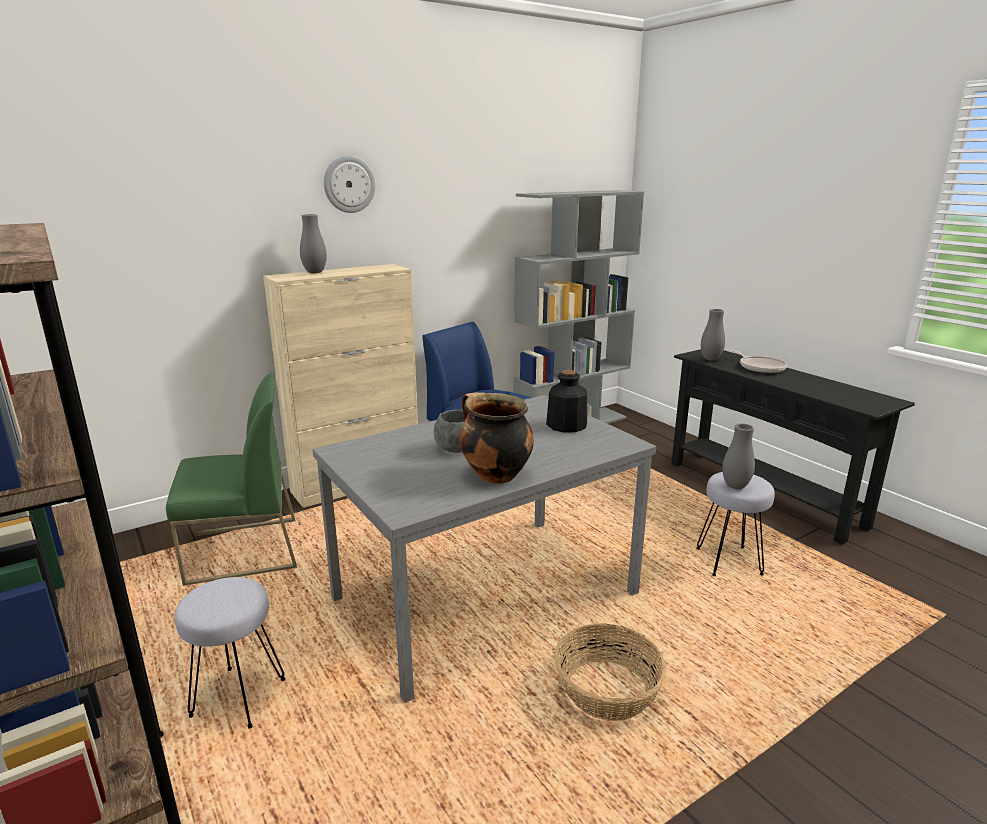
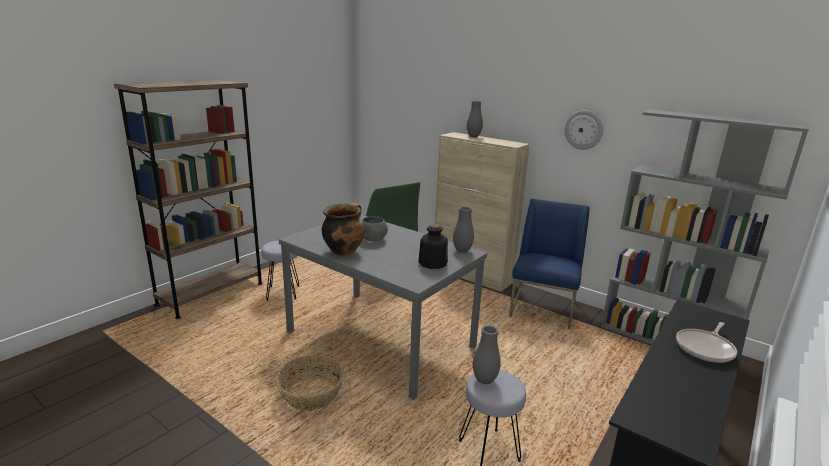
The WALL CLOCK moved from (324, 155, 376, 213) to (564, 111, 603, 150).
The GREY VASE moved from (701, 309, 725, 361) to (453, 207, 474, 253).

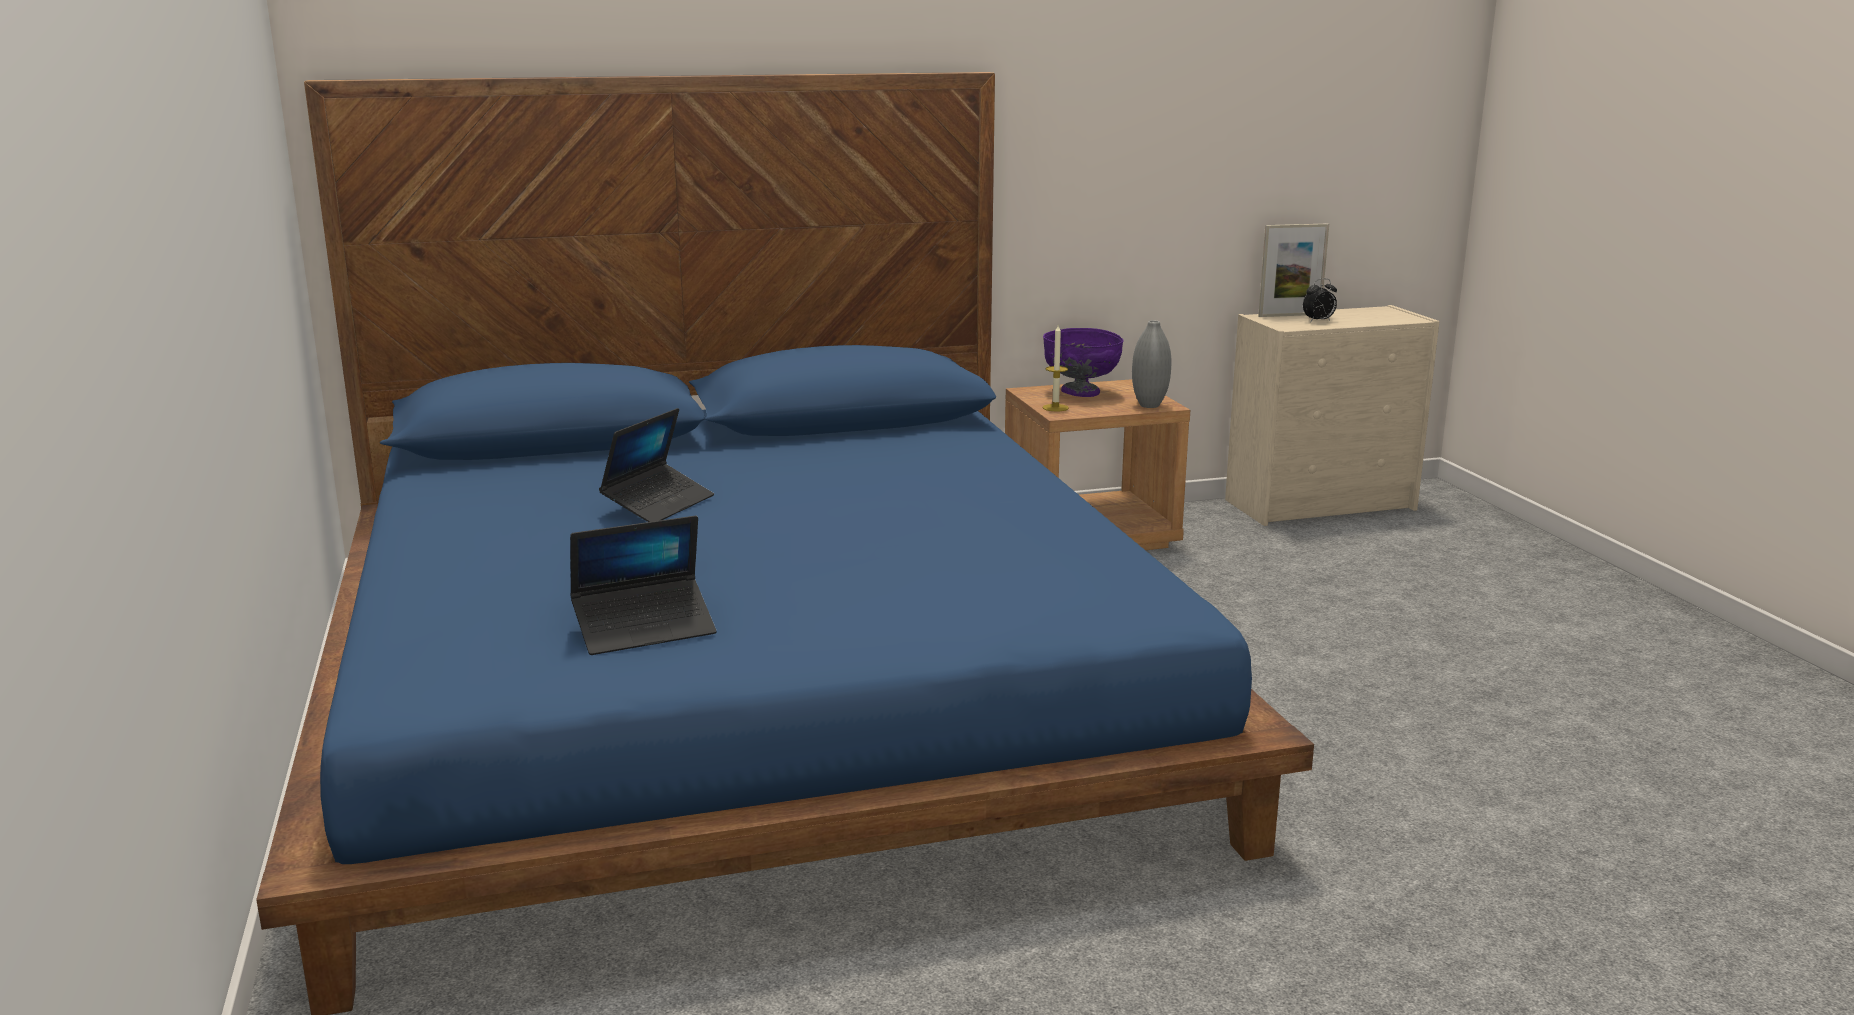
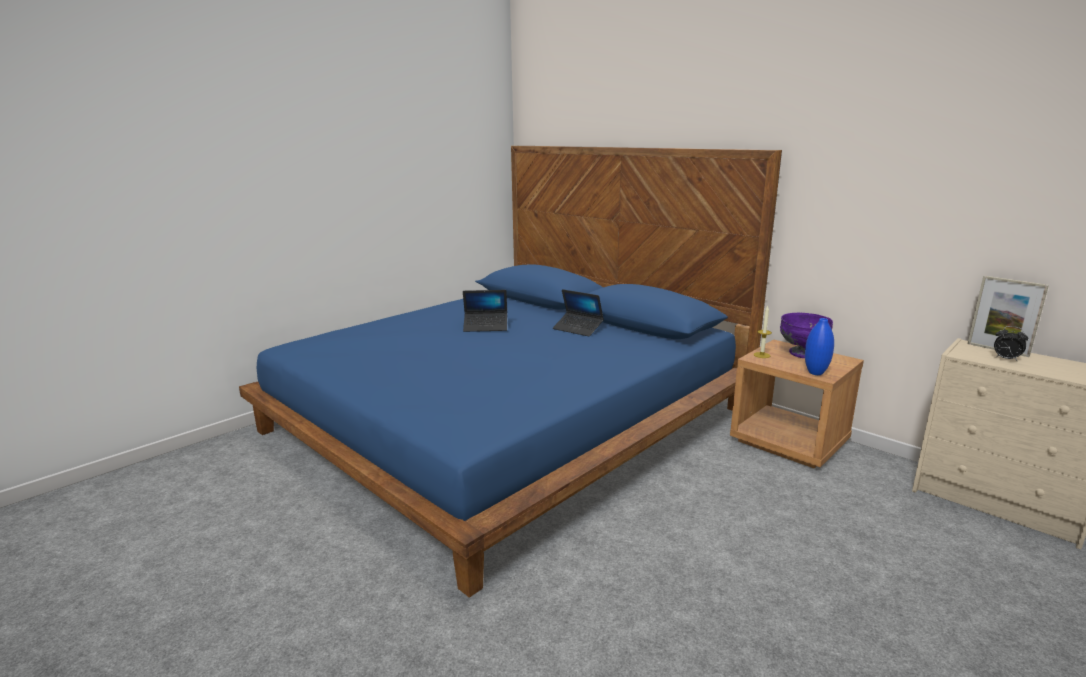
The LAPTOP moved from (570, 516, 716, 655) to (553, 289, 604, 336).
The GREY VASE at (1132, 320, 1171, 408) became the BLUE VASE at (805, 318, 834, 375).

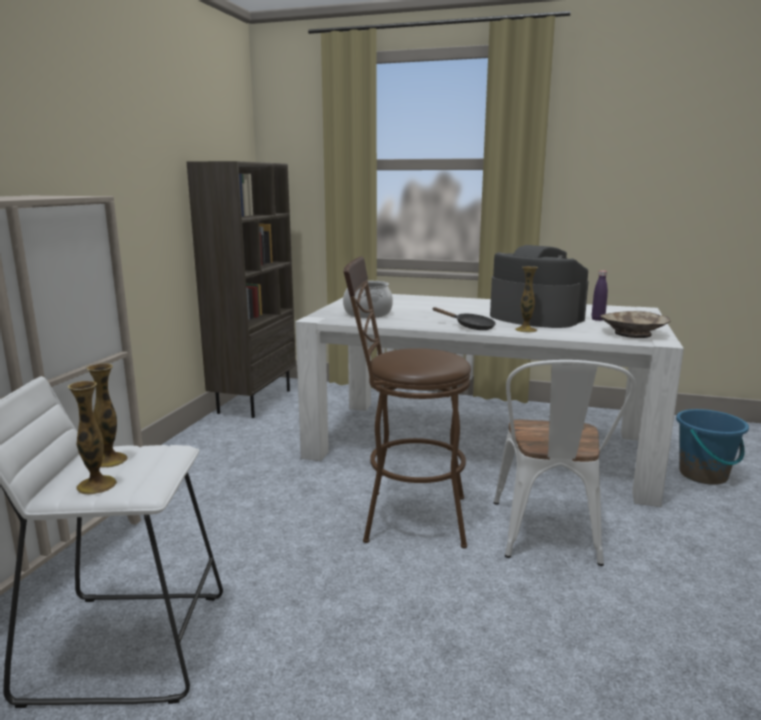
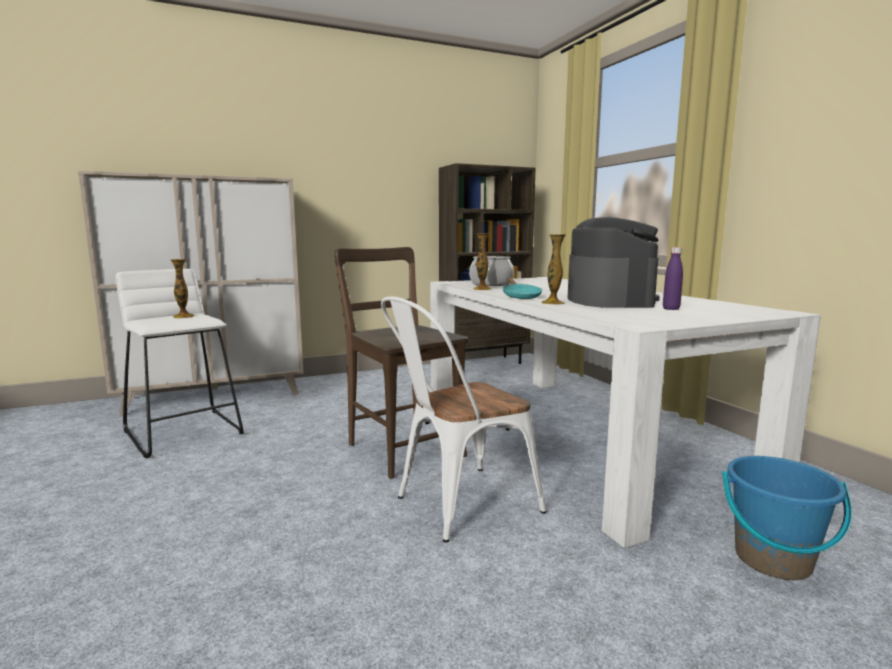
The VASE moved from (67, 381, 117, 495) to (473, 233, 492, 290).
The BROWN STOOL at (343, 256, 471, 548) was replaced by the BROWN CHAIR at (334, 247, 468, 479).
The BLACK FRYING PAN at (433, 307, 496, 330) became the TURQUOISE FRYING PAN at (503, 277, 542, 299).
The BEIGE BOWL at (601, 311, 670, 338) disappeared.

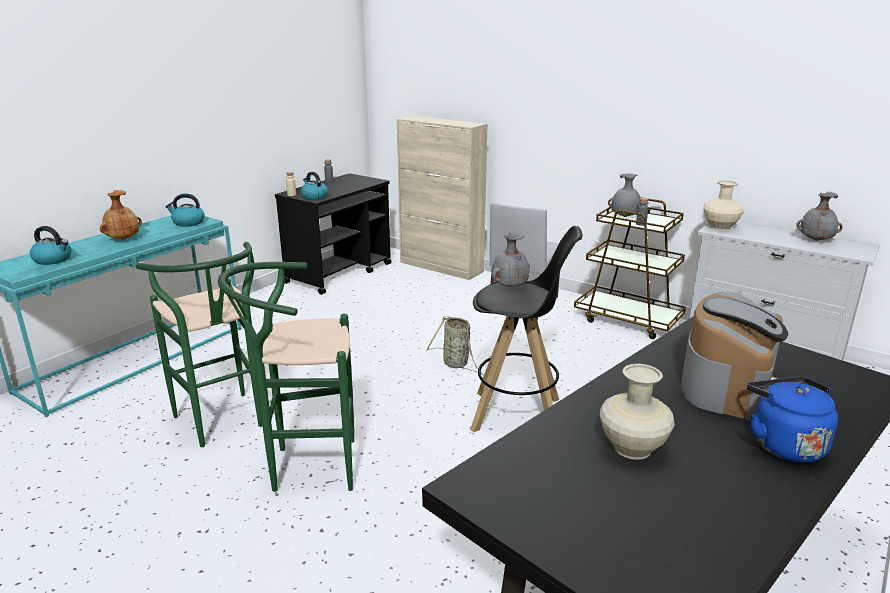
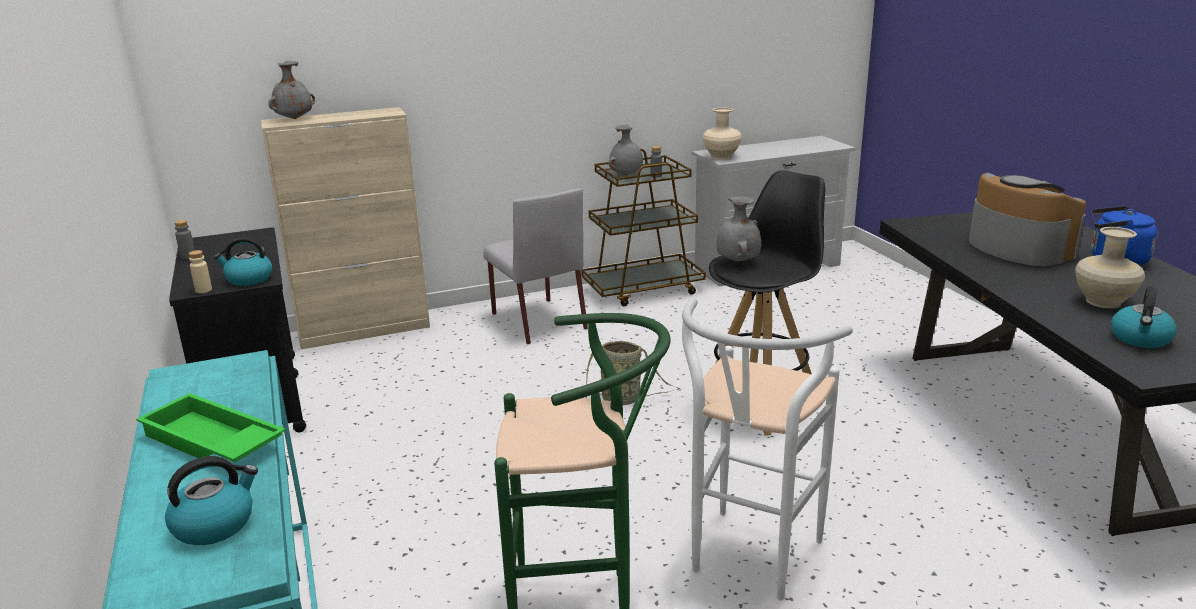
The BROWN VASE at (100, 190, 142, 239) was replaced by the GREEN TRAY at (136, 393, 286, 462).
The KETTLE moved from (165, 194, 205, 227) to (1111, 287, 1177, 348).
The GREEN STOOL at (218, 262, 354, 492) became the WHITE STOOL at (682, 298, 853, 600).
The GREY VASE moved from (796, 192, 842, 241) to (268, 61, 315, 119).

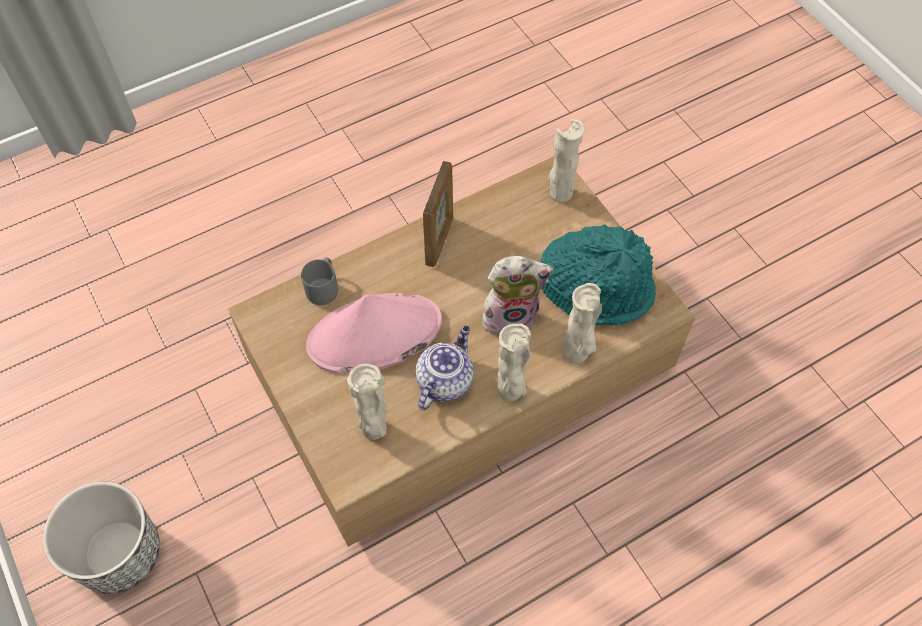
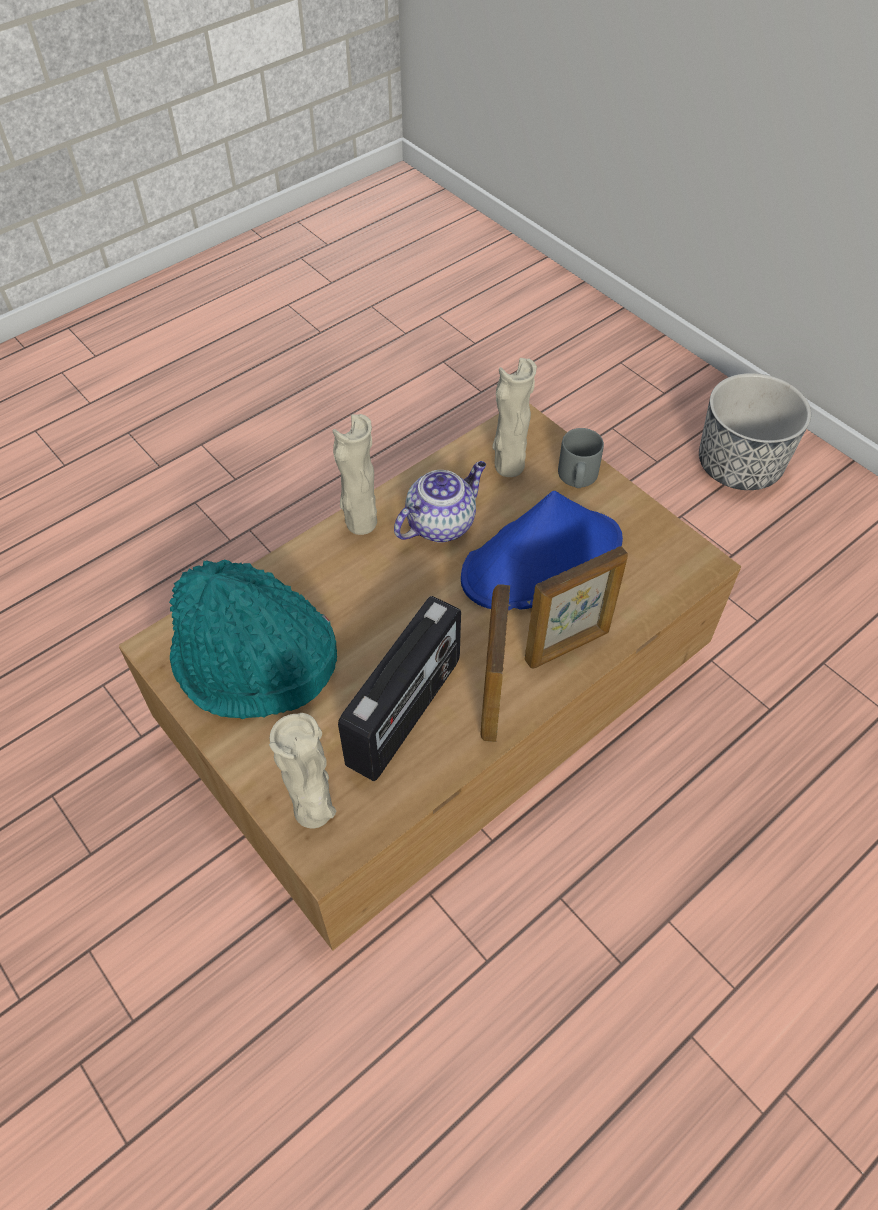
The GREY MUG moved from (301, 257, 338, 305) to (558, 428, 604, 488).
The PINK HAT at (306, 293, 442, 374) became the BLUE HAT at (461, 491, 623, 610).
The TEAPOT at (415, 326, 474, 410) turned 150 degrees counterclockwise.
The PLUSH TOY at (482, 256, 553, 335) disappeared.
The BEIGE VASE at (563, 283, 602, 363) disappeared.
The RADIO at (338, 596, 461, 781) appeared.
The PICTURE FRAME at (524, 546, 628, 669) appeared.

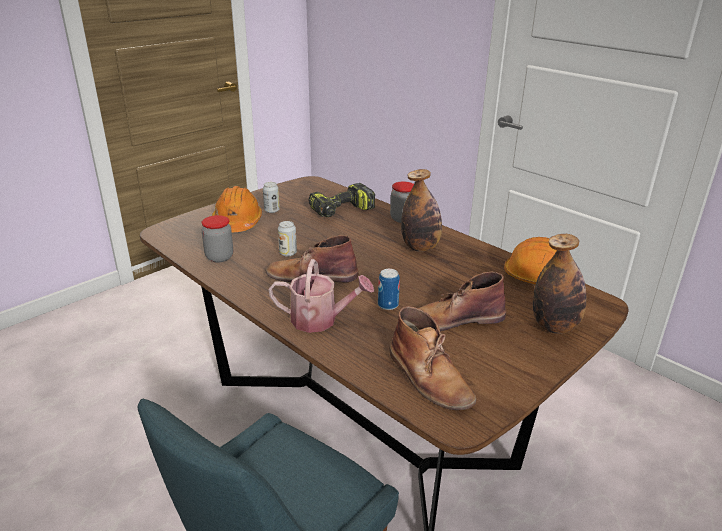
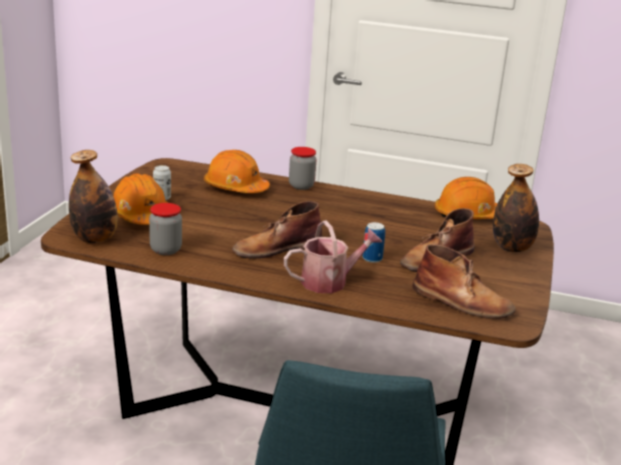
The CAN at (278, 221, 297, 257) disappeared.
The POWER DRILL at (308, 183, 375, 217) was replaced by the ORANGE HARD HAT at (204, 150, 270, 193).
The BOTTLE moved from (401, 169, 442, 252) to (69, 150, 118, 243).

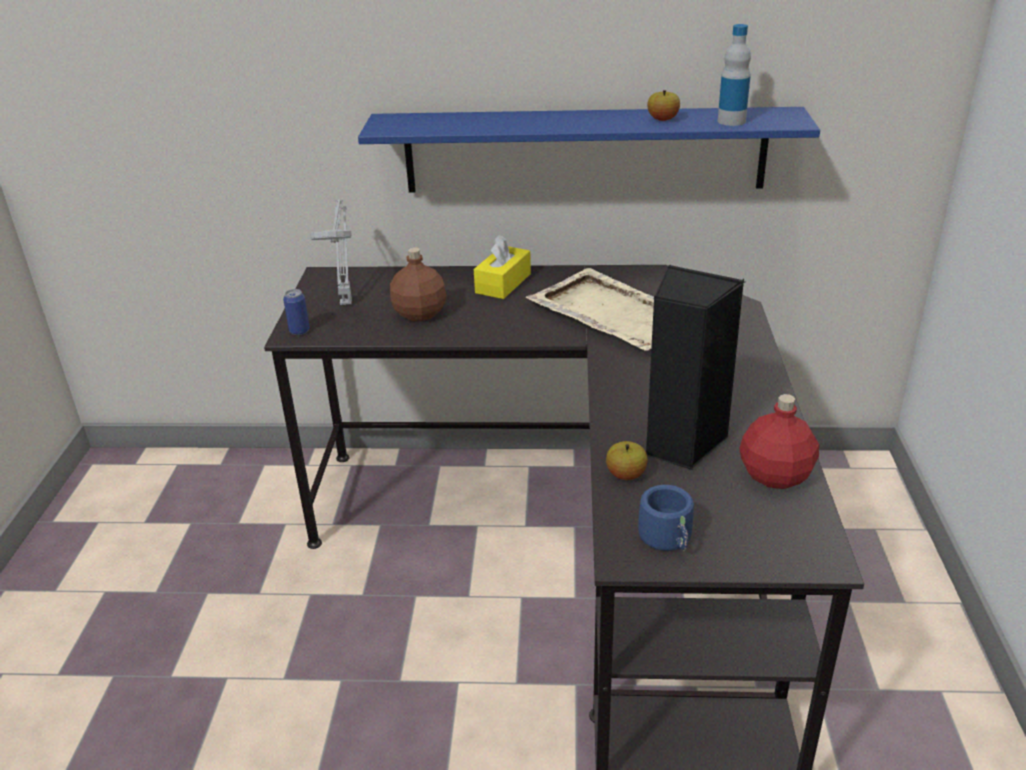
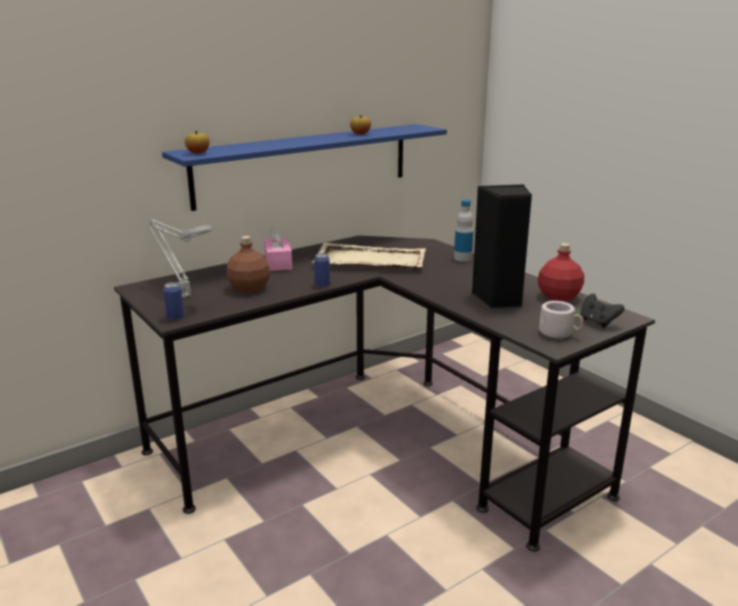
The YELLOW TISSUE BOX at (474, 234, 531, 299) became the PINK TISSUE BOX at (264, 226, 292, 271).
The APPLE moved from (606, 441, 648, 480) to (185, 131, 209, 154).
The BLUE MUG at (638, 485, 694, 551) became the GREY MUG at (539, 301, 583, 338).
The BOTTLE moved from (718, 24, 751, 126) to (454, 199, 474, 262).
The CAN at (314, 253, 330, 287) appeared.
The BLACK GAME CONTROLLER at (580, 294, 625, 328) appeared.

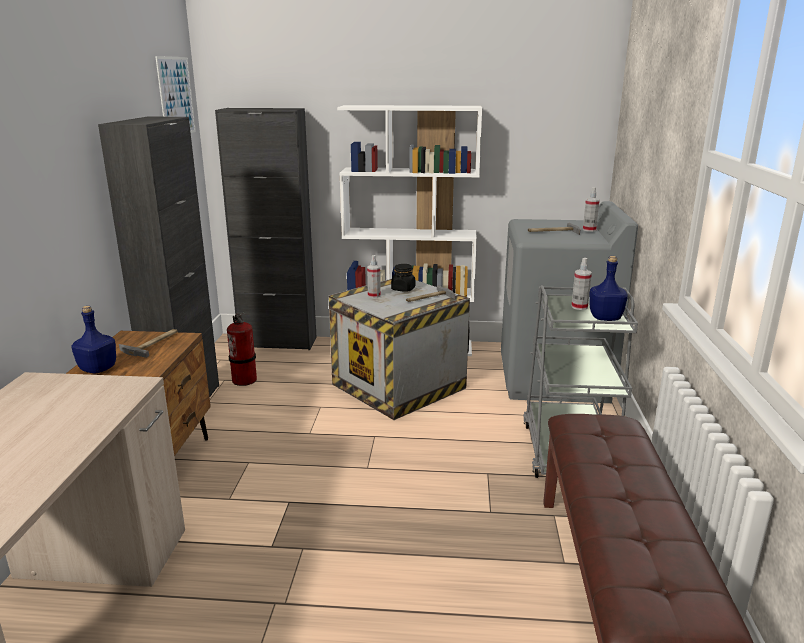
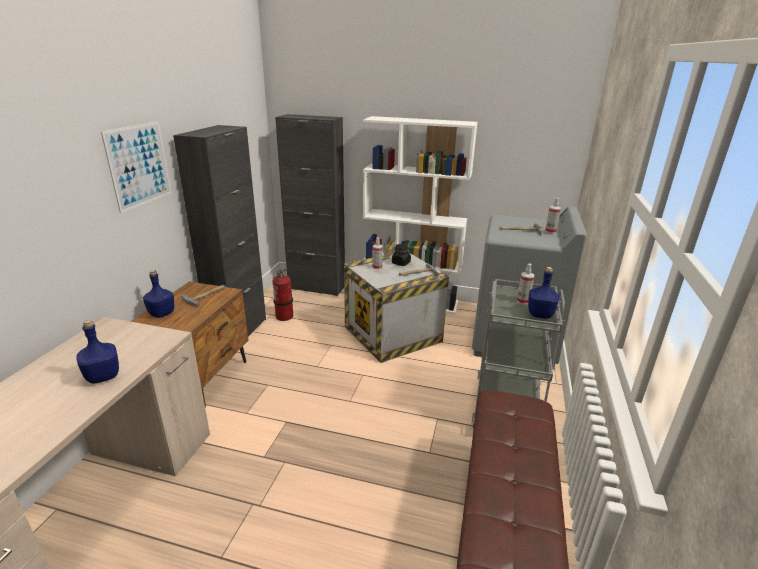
The PICTURE moved from (155, 56, 196, 133) to (101, 121, 171, 213).
The BLUE BOTTLE at (76, 320, 119, 384) appeared.

